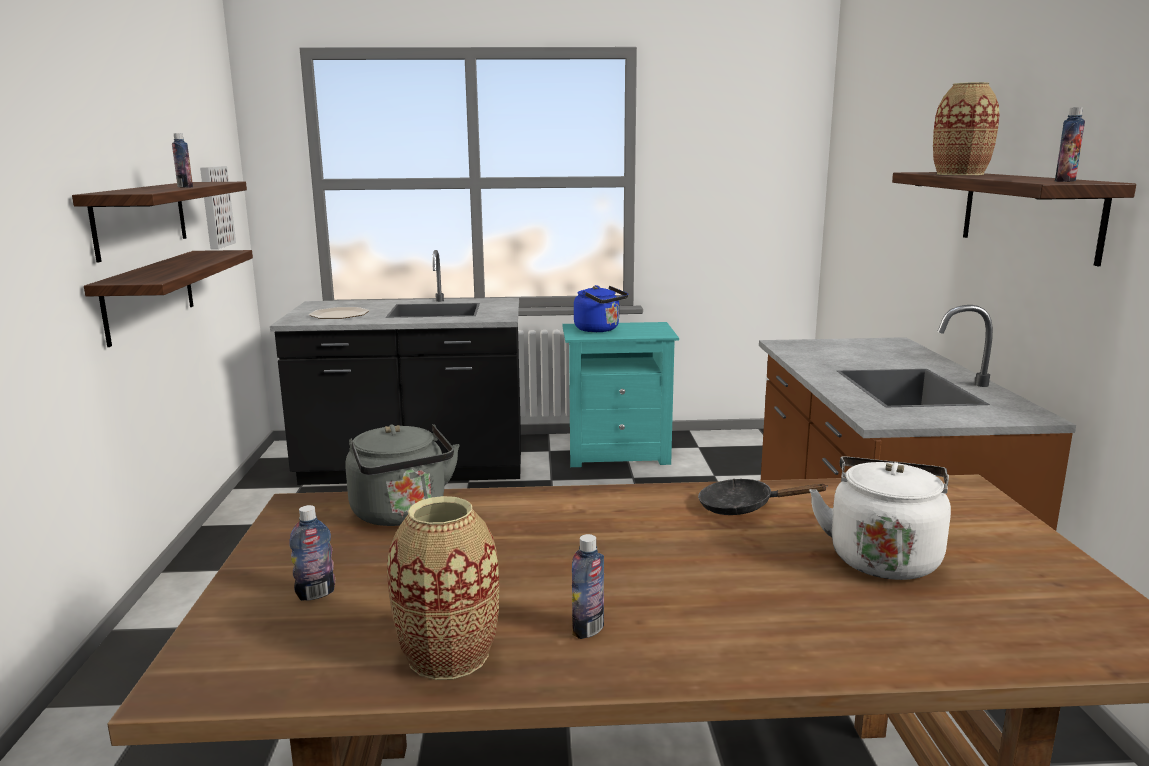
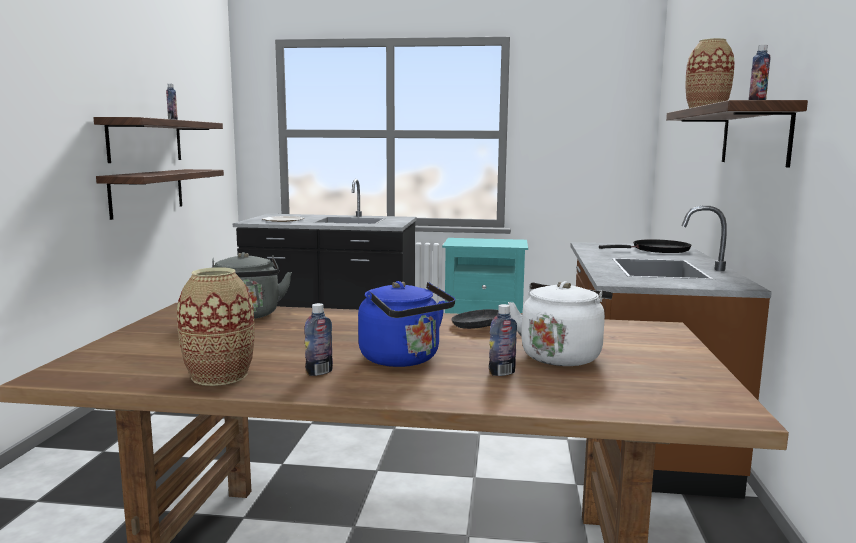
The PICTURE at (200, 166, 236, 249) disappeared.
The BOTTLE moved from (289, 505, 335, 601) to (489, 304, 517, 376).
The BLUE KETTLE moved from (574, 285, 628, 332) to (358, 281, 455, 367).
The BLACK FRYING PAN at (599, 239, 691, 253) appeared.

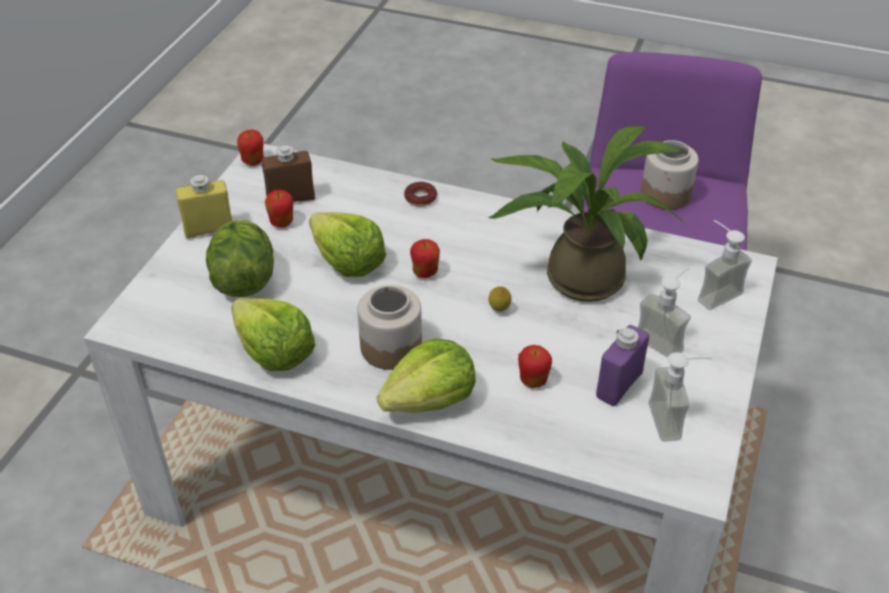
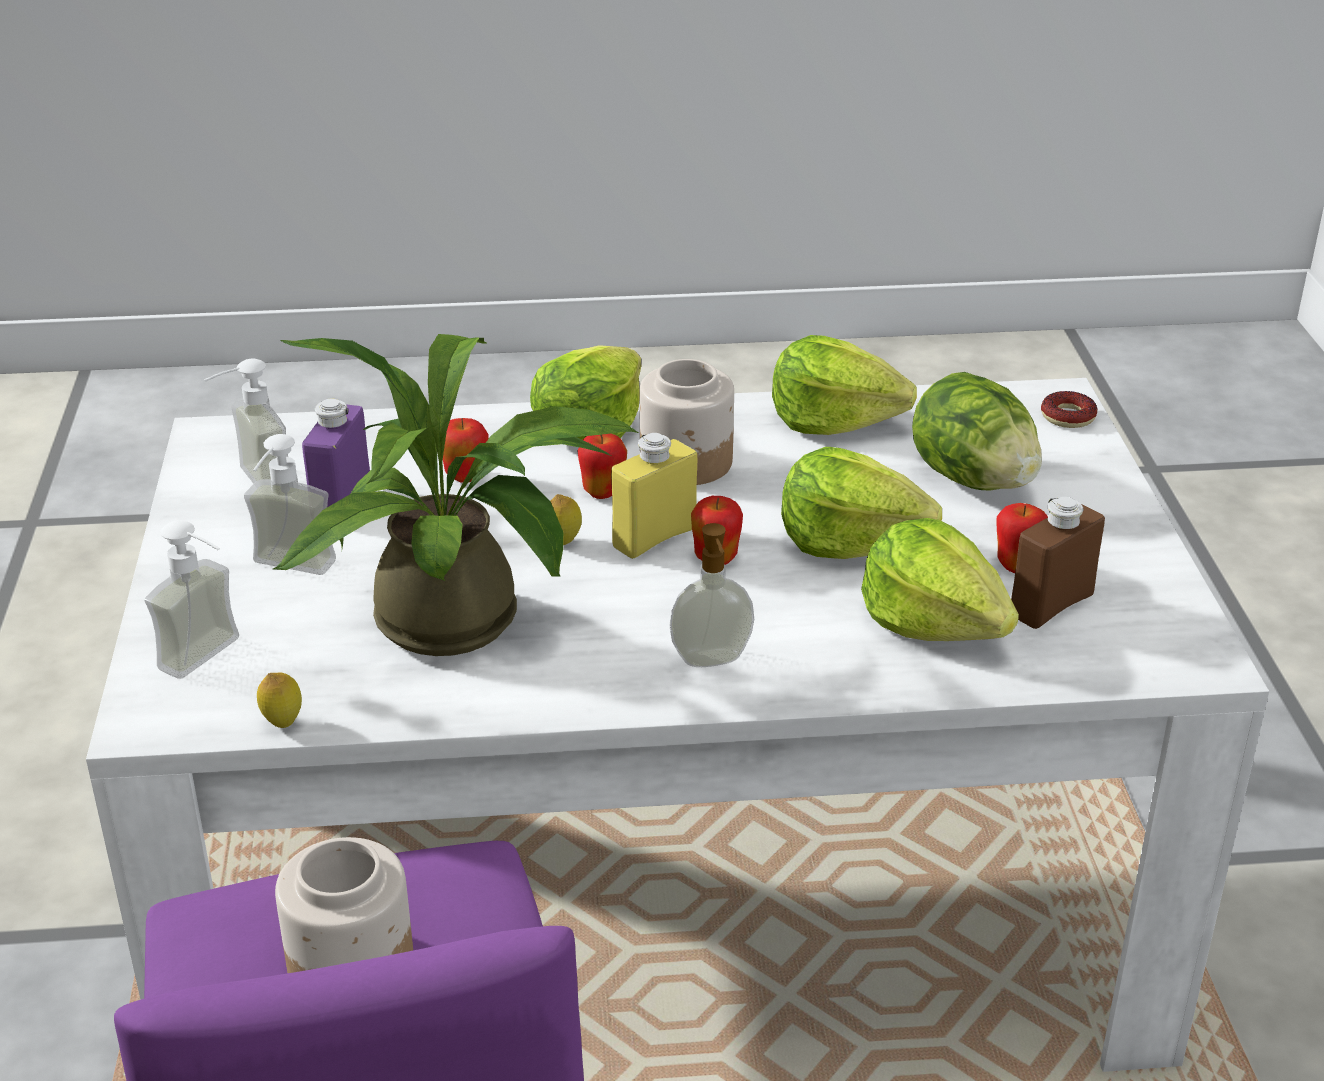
The YELLOW BOTTLE moved from (176, 175, 233, 239) to (611, 433, 697, 559).
The APPLE moved from (237, 130, 264, 166) to (578, 433, 627, 499).
The DONUT moved from (404, 182, 437, 207) to (1041, 391, 1097, 428).
The LEMON at (257, 673, 302, 728) appeared.
The SOAP DISPENSER at (670, 523, 754, 667) appeared.
The LETTUCE at (861, 518, 1019, 641) appeared.

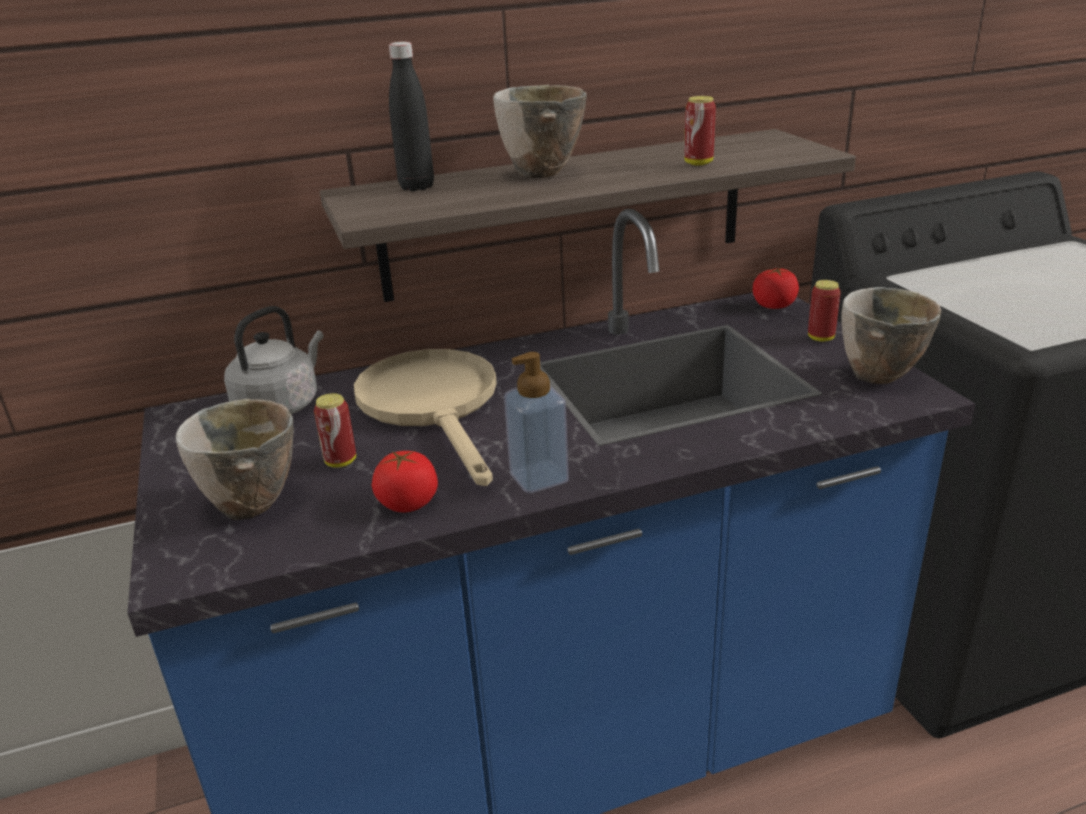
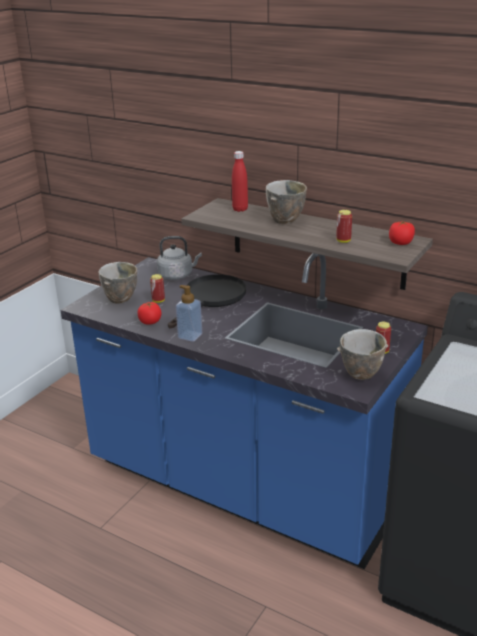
The BEIGE FRYING PAN at (354, 349, 497, 486) became the BLACK FRYING PAN at (168, 274, 246, 328).
The BLACK BOTTLE at (389, 42, 434, 191) became the RED BOTTLE at (232, 151, 248, 212).
The TOMATO moved from (753, 268, 799, 309) to (389, 221, 415, 245).

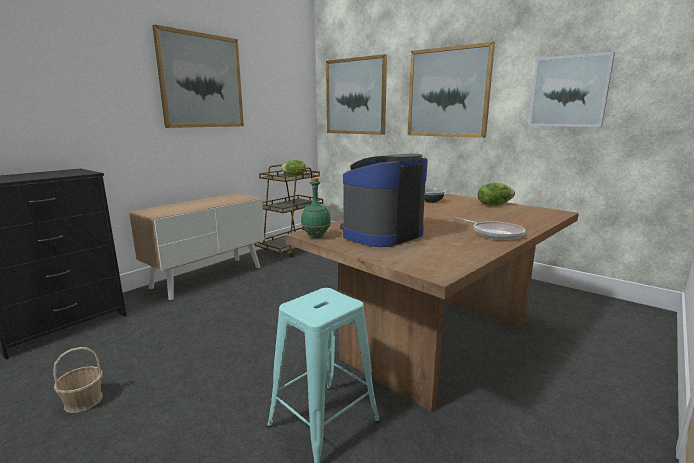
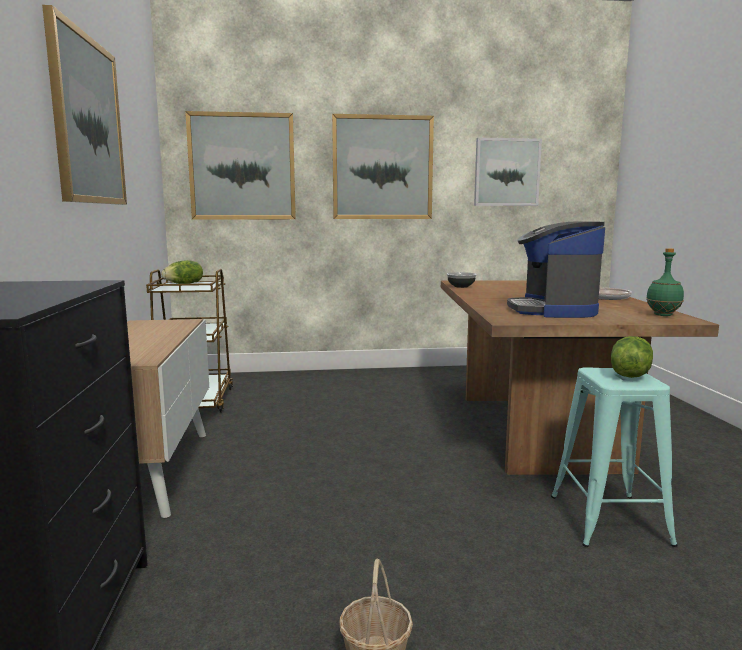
The GREEN BOTTLE moved from (301, 178, 331, 238) to (646, 248, 684, 316).
The LETTUCE moved from (478, 183, 515, 205) to (611, 336, 653, 378).

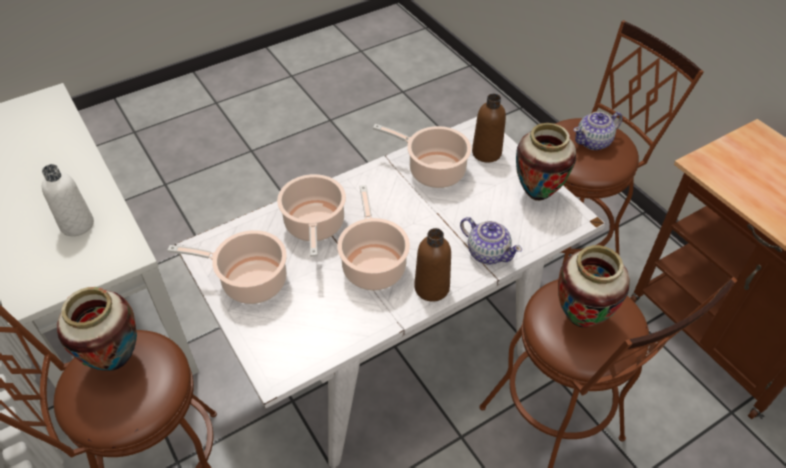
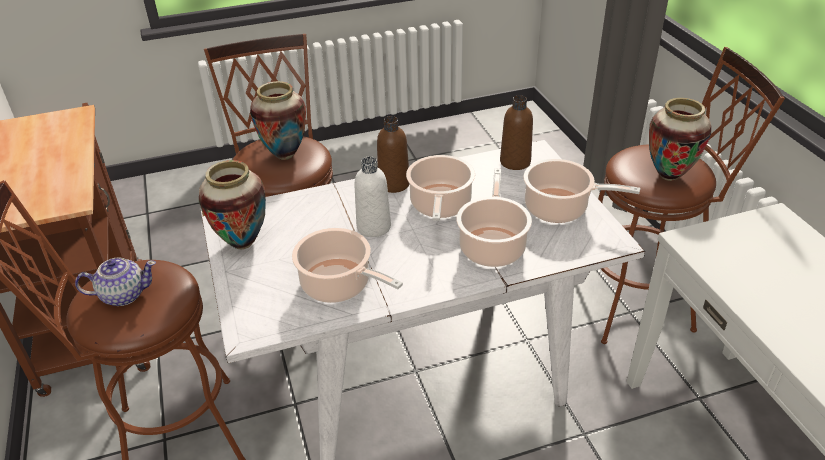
The WHITE BOTTLE moved from (42, 164, 94, 236) to (355, 156, 391, 237).
The TEAPOT at (460, 217, 522, 264) disappeared.
The BROWN BOTTLE moved from (472, 94, 506, 163) to (500, 95, 533, 170).

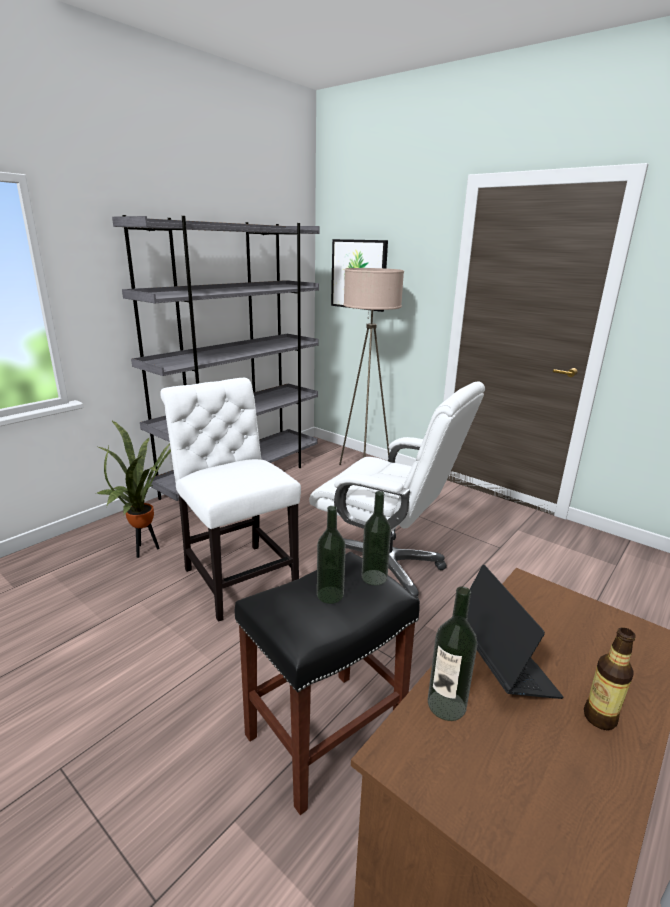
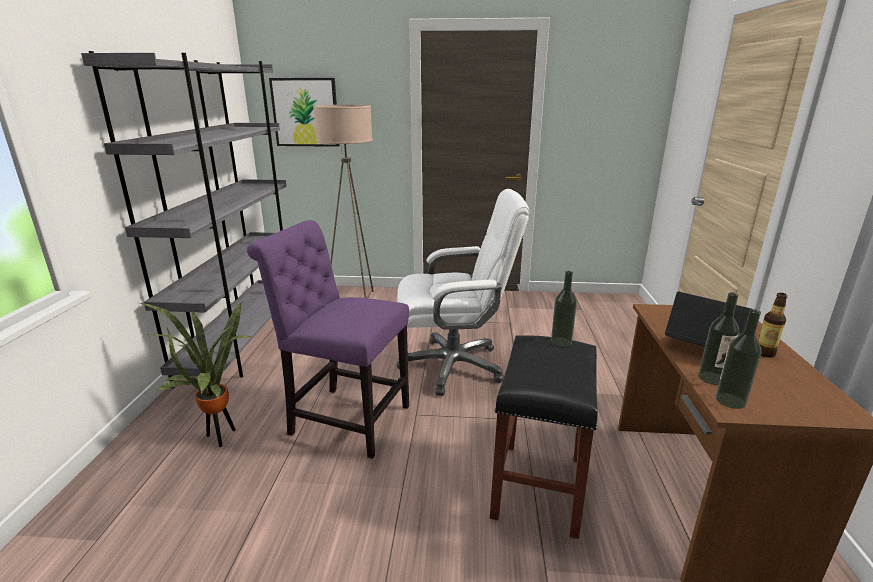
The WHITE CHAIR at (160, 378, 301, 622) became the PURPLE CHAIR at (247, 220, 409, 459).
The BOTTLE moved from (317, 506, 346, 604) to (716, 309, 761, 409).

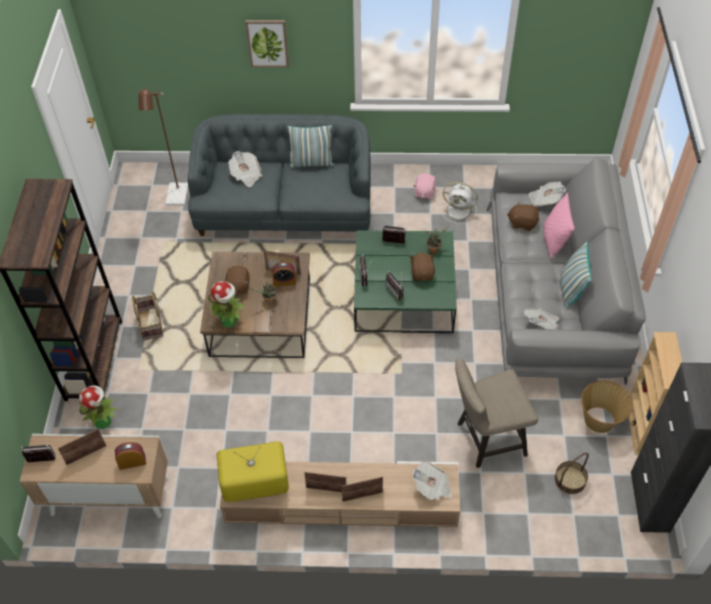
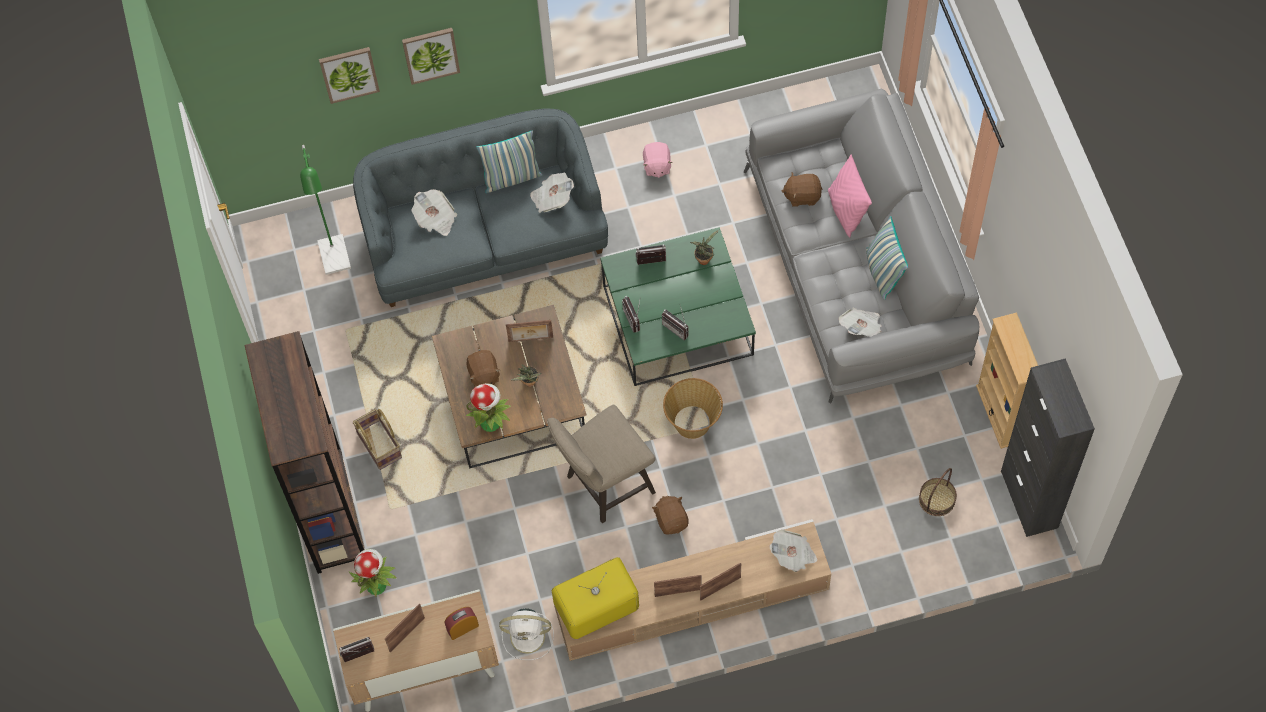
The BROWN FLOOR LAMP at (138, 87, 188, 206) became the GREEN FLOOR LAMP at (300, 145, 351, 275).
The ALARM CLOCK at (272, 262, 296, 287) disappeared.
The BROWN PLUSH TOY moved from (410, 253, 435, 281) to (652, 496, 689, 535).
The WHITE FAN moved from (441, 182, 478, 224) to (499, 608, 554, 660).
The BEIGE STOOL moved from (455, 358, 538, 468) to (547, 405, 656, 523).
The NEWSPAPER moved from (528, 181, 566, 207) to (530, 173, 574, 213).
The BASKET moved from (581, 381, 633, 433) to (663, 378, 723, 439).
The PICTURE at (319, 47, 380, 104) appeared.

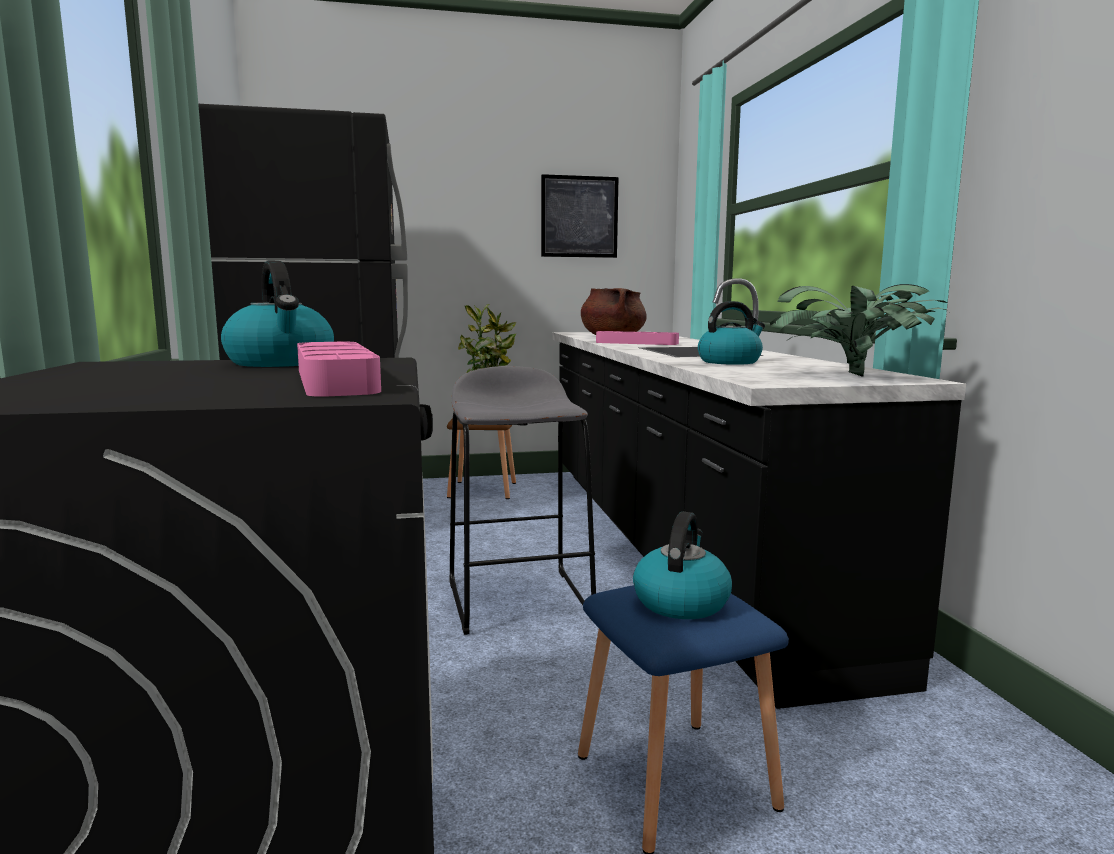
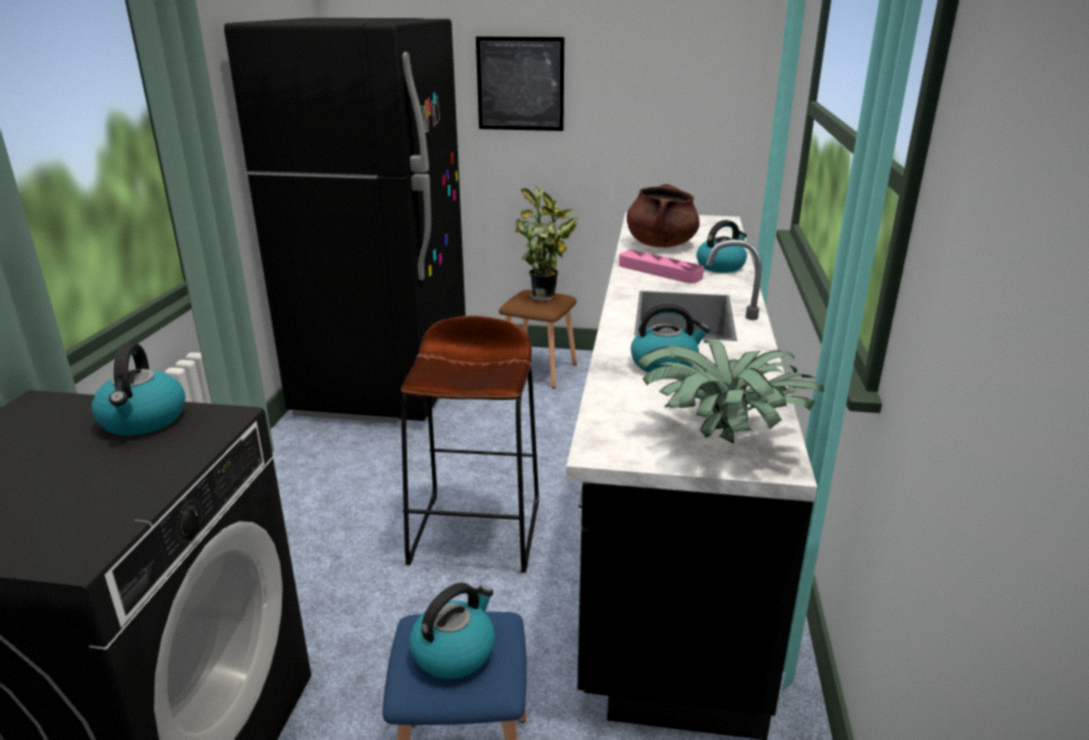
The PINK TRAY at (297, 342, 381, 397) disappeared.
The GREY STOOL at (450, 366, 596, 635) became the BROWN STOOL at (401, 316, 539, 573).
The PICTURE moved from (541, 174, 619, 258) to (476, 36, 564, 131).
The KETTLE at (696, 220, 747, 273) appeared.

